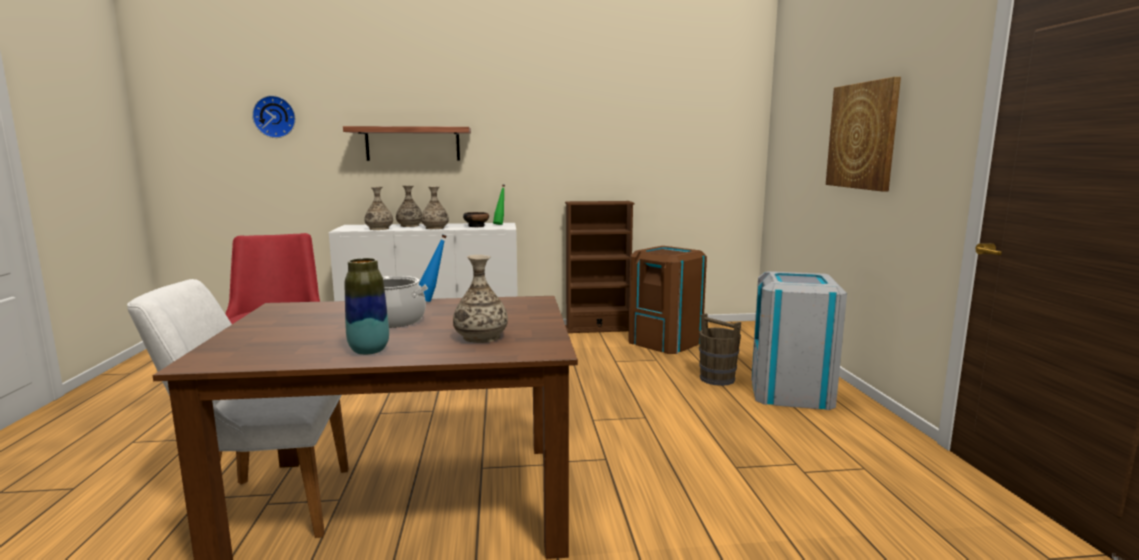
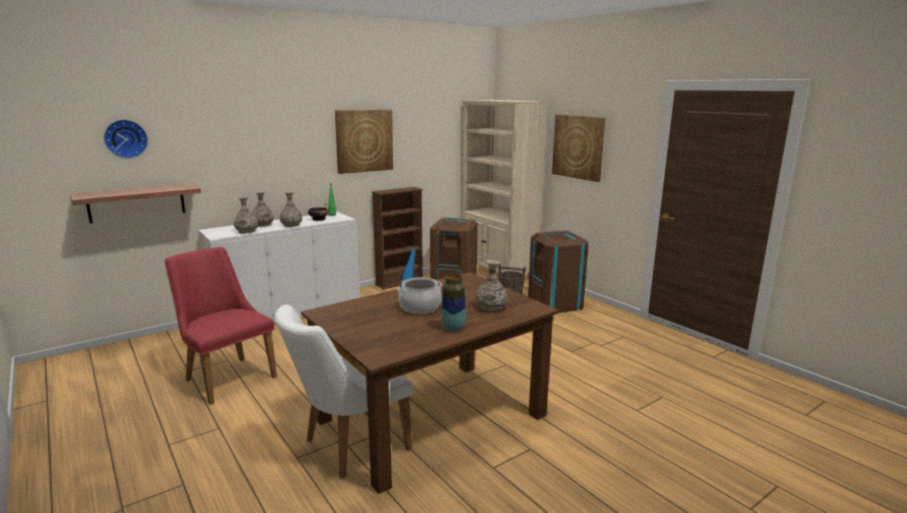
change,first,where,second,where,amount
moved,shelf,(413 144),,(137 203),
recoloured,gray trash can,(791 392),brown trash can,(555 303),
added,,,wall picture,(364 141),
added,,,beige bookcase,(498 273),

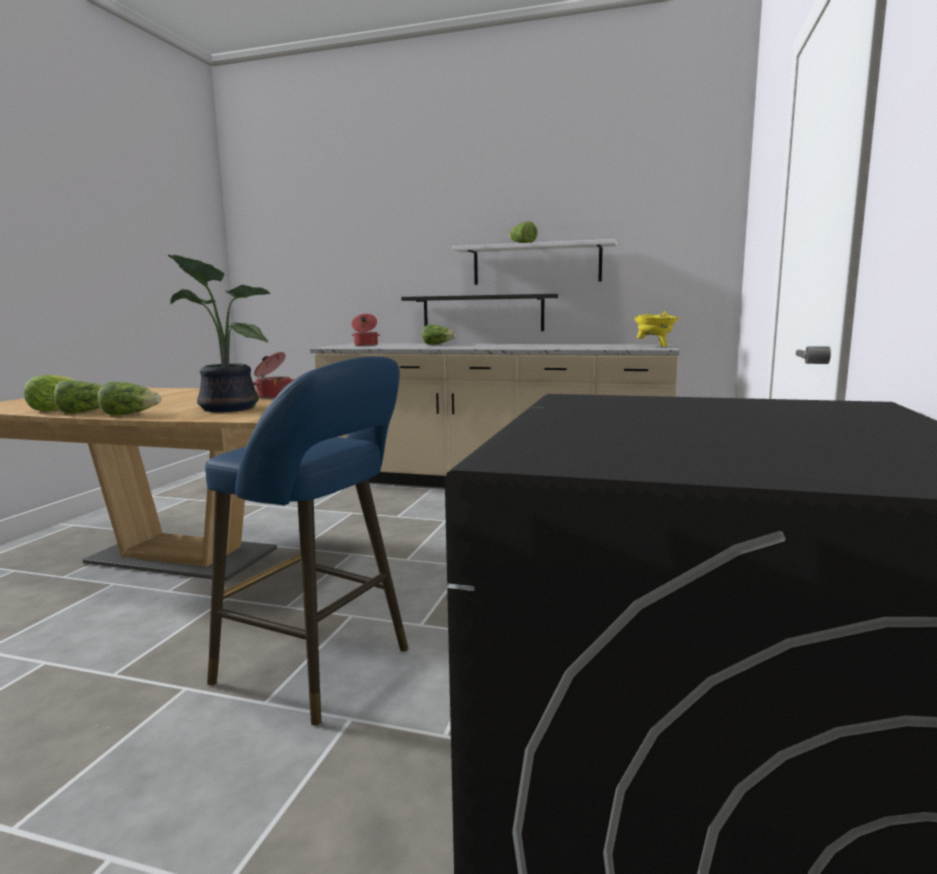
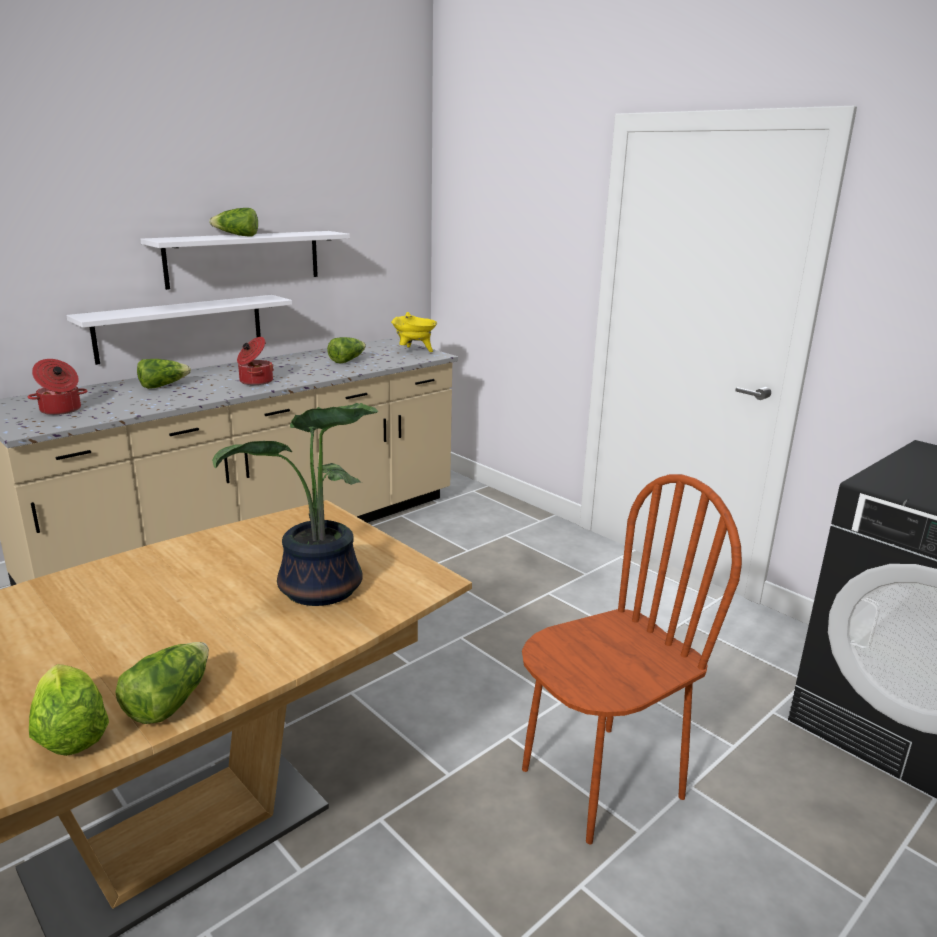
change,first,where,second,where,amount
moved,lettuce,(131 415),,(347 360),
replaced,blue-coloured sitting stool,(321 668),brown chair,(601 782),
moved,stockpot,(274 396),,(255 381),
recoloured,black-coloured shelf,(482 313),white-coloured shelf,(180 328),

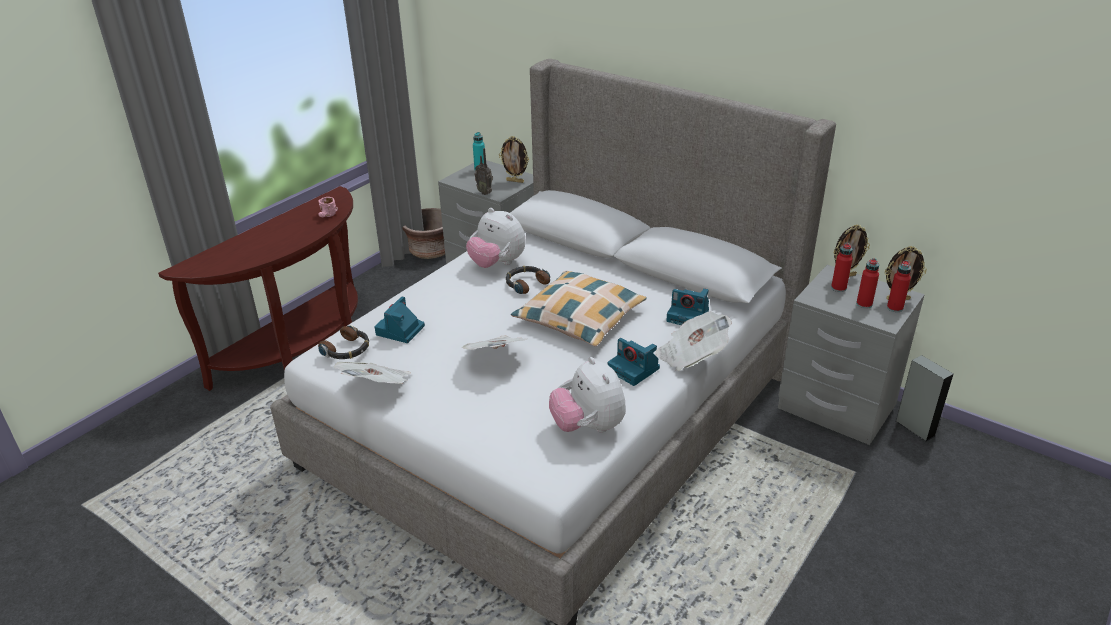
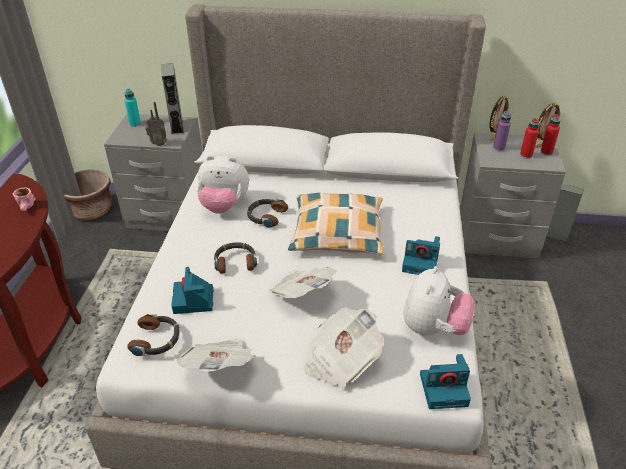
change,first,where,second,where,amount
replaced,picture frame,(515 181),gray speaker,(177 126),
turned,cuddly toy,(588 427),,(433 328),105 degrees counterclockwise
moved,newspaper,(691 356),,(341 360),
moved,photo camera,(689 316),,(444 389),
recoloured,red-coloured beverage bottle,(838 288),purple beverage bottle,(499 148),
added,,,headphones,(235 262),

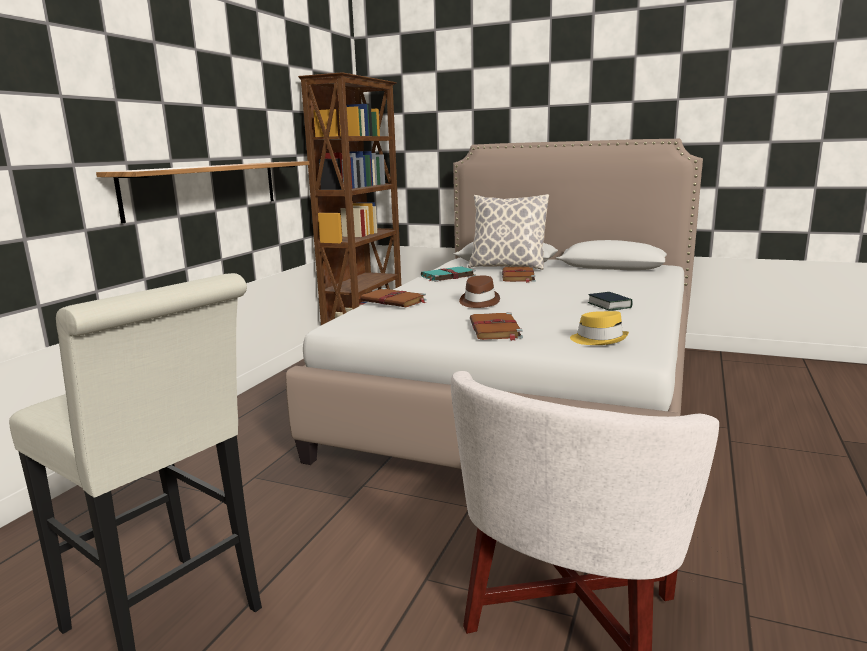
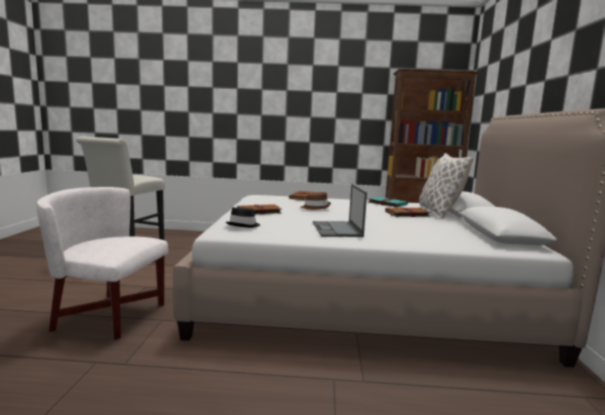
change,first,where,second,where,amount
removed,shelf,(205 188),,,
recoloured,yellow-coloured hat,(599 340),black-coloured hat,(244 225),
replaced,volume,(609 305),notebook computer,(337 229),

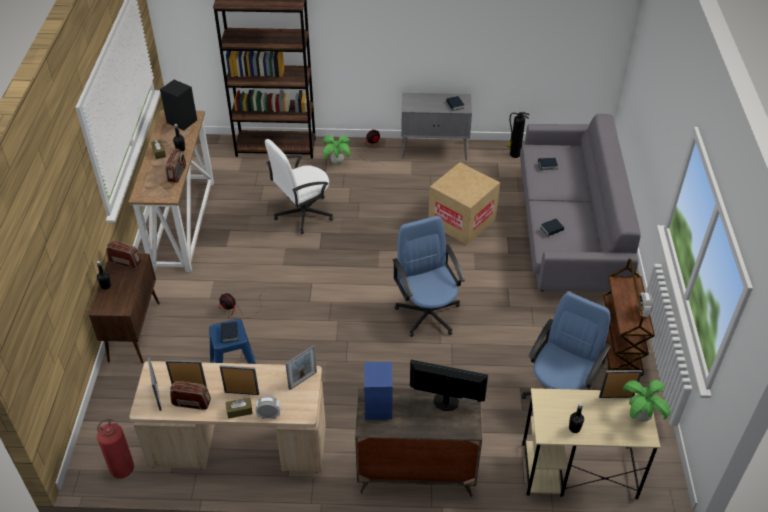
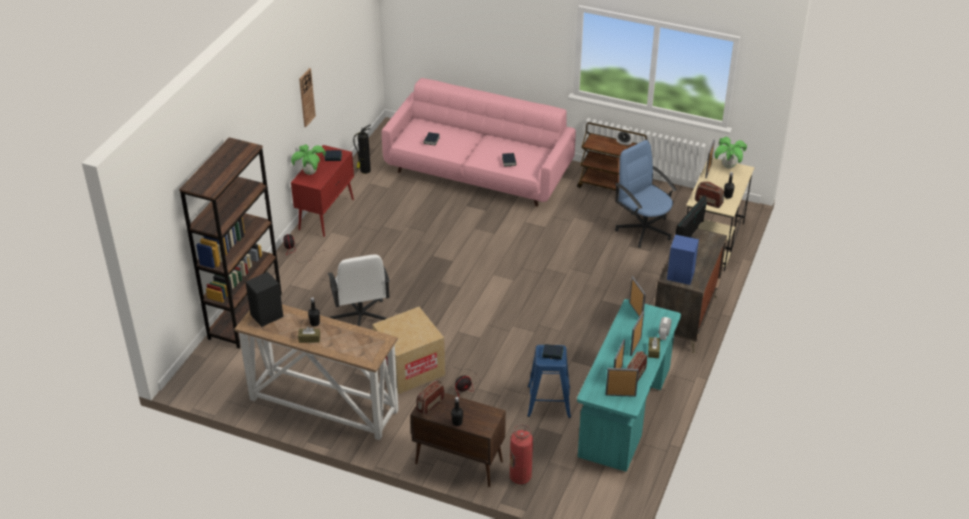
change,first,where,second,where,amount
moved,fire-fighting cylinder,(122 469),,(520 477),
recoloured,beige desk unit,(238 447),turquoise-coloured desk unit,(625 413),
moved,radio receiver,(177 174),,(708 202),
moved,plant in a pot,(337 162),,(310 173),
removed,blue-coloured desk chair,(428 313),,,
recoloured,gray storage cabinet,(435 150),red-coloured storage cabinet,(326 214),
moved,carton,(462 221),,(410 368),
recoloured,gray settee,(568 230),pink settee,(478 172),
added,,,clock on the wall,(306 97),

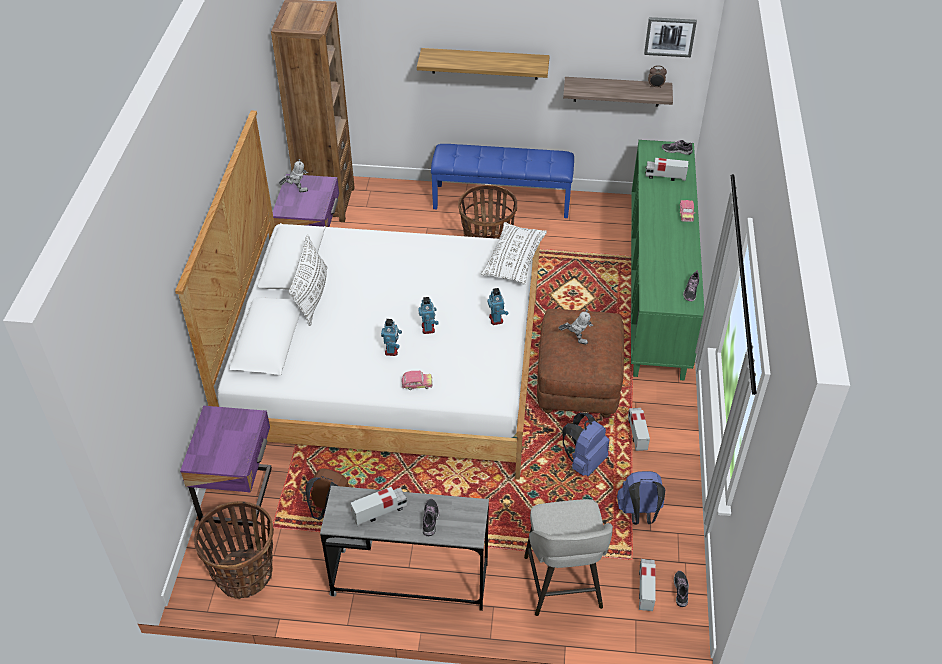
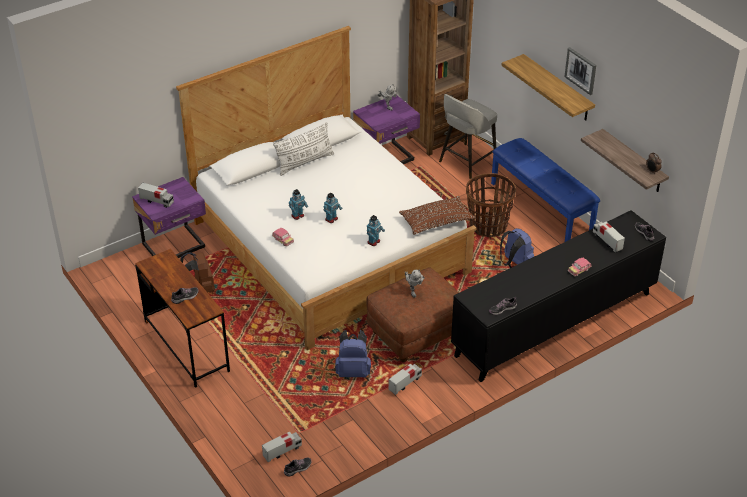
change,first,where,second,where,amount
removed,household basket,(244 574),,,
recoloured,gray desk unit,(410 580),brown desk unit,(186 346),
moved,model truck,(380 512),,(157 201),
recoloured,white-coloured throw pillow,(514 260),brown throw pillow,(436 221),
moved,gray sitting stool,(563 584),,(466 162),
moved,blue-coloured knapsack,(639 513),,(515 264),
recoloured,greenish storage cabinet,(657 287),black-coloured storage cabinet,(555 324),
moved,wall picture,(670 36),,(581 70),

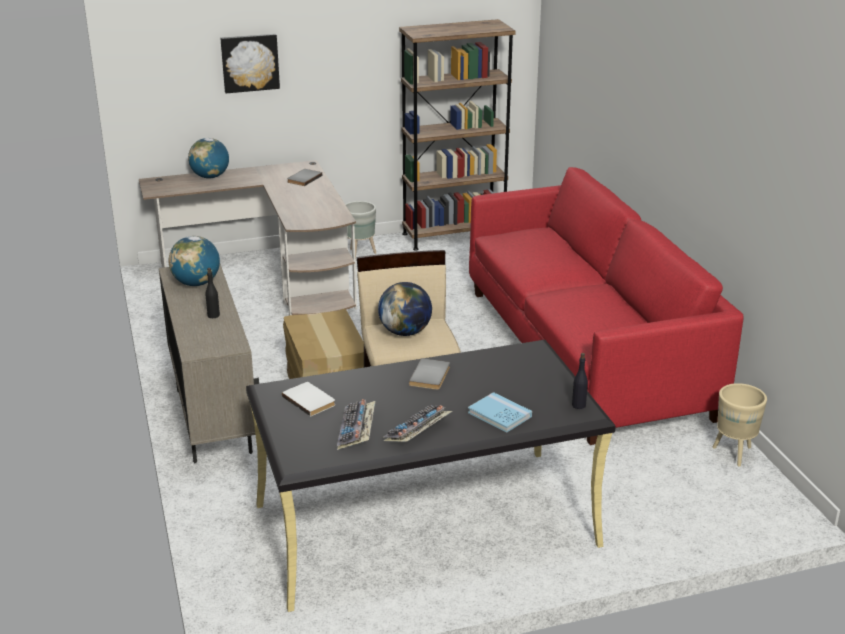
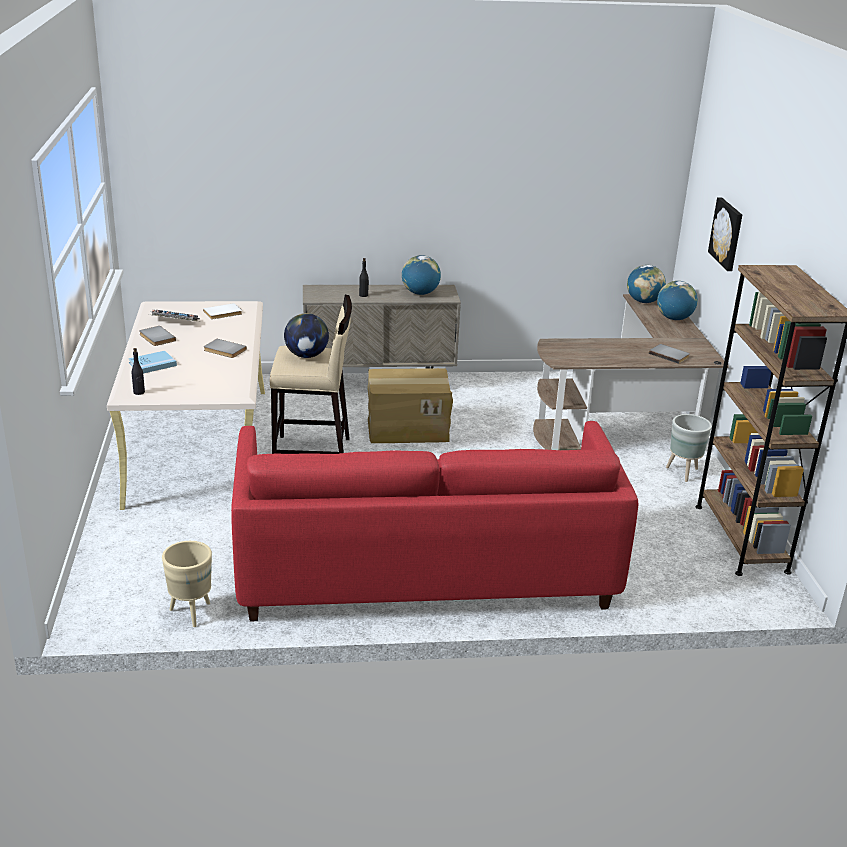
change,first,where,second,where,amount
recoloured,black-coloured desk unit,(424 526),beige desk unit,(199 444),
replaced,keyboard,(417 432),gray volume,(156 338),
added,,,globe,(643 301),

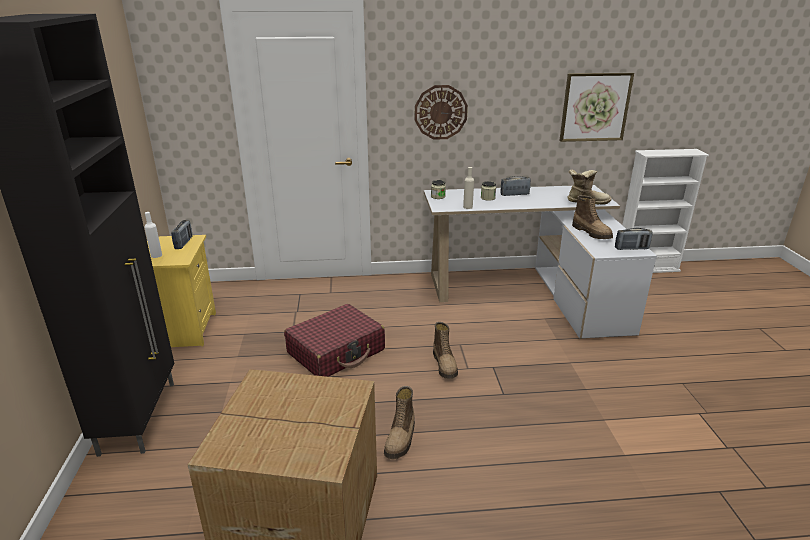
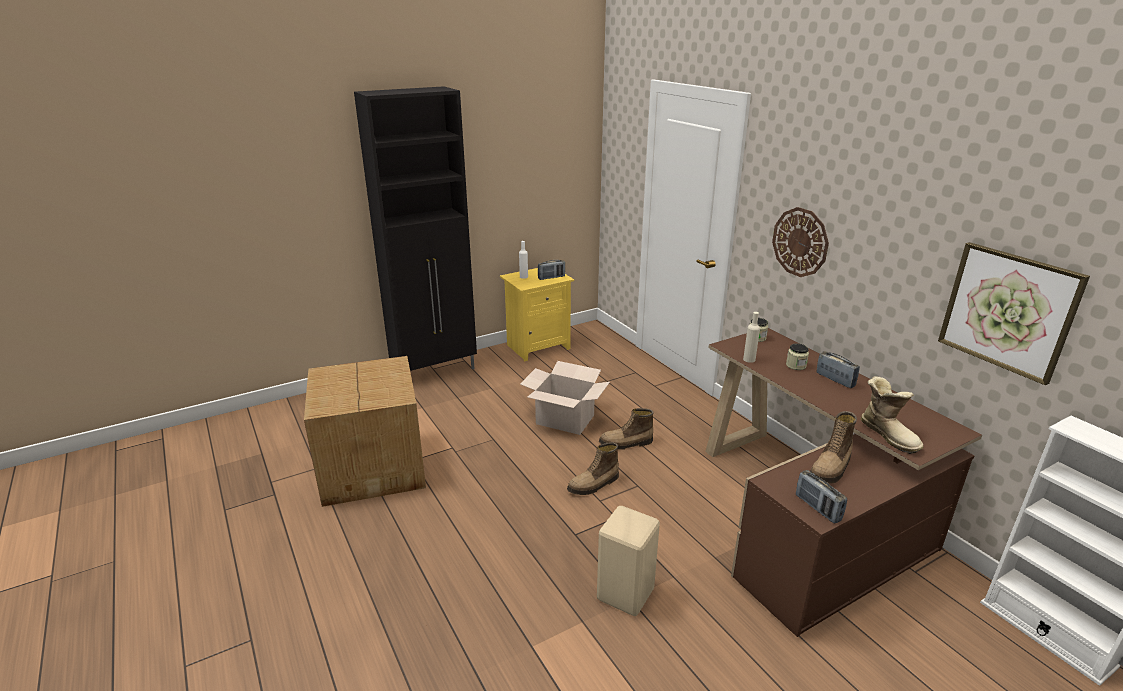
change,first,where,second,where,amount
replaced,red-coloured piece of luggage,(336 351),carton,(565 419),
moved,high-top boot,(401 439),,(626 443),
recoloured,white-coloured desk unit,(532 292),brown desk unit,(806 516),
added,,,beige sitting stool,(623 594),

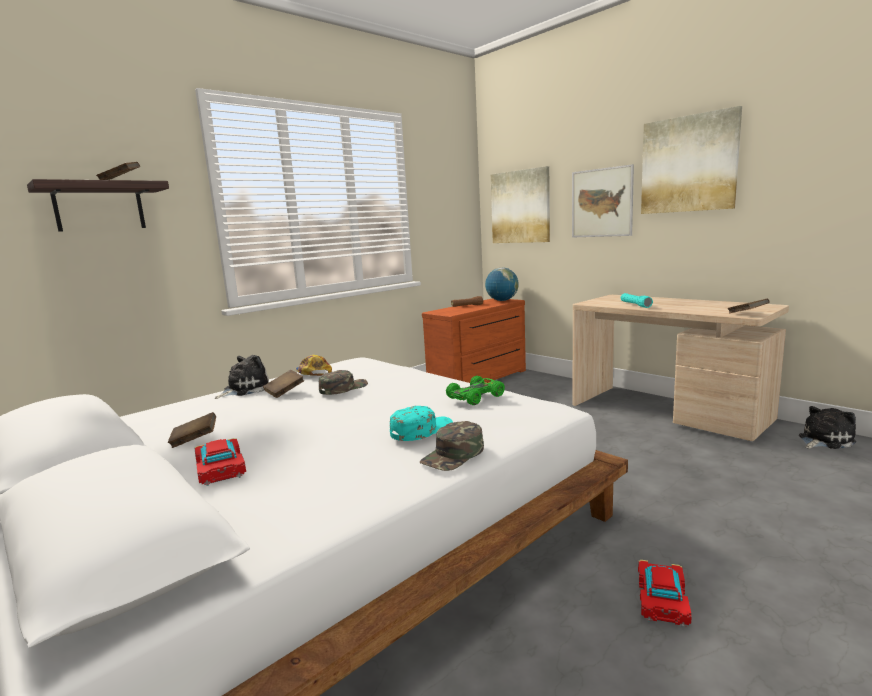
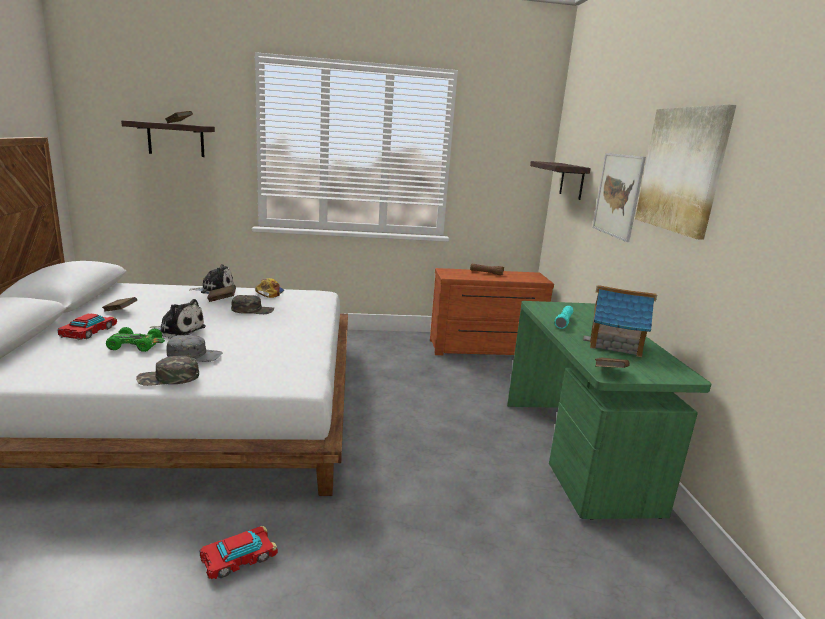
change,first,where,second,where,amount
recoloured,turquoise-coloured baseball cap,(421 430),gray baseball cap,(195 355),
moved,greenish toy car,(476 396),,(136 345),
removed,globe,(502 301),,,
replaced,wall picture,(520 207),shelf,(572 181),
recoloured,beige desk unit,(667 412),greenish desk unit,(578 453),
moved,cuddly toy,(823 440),,(178 330),
added,,,model house,(615 344),

